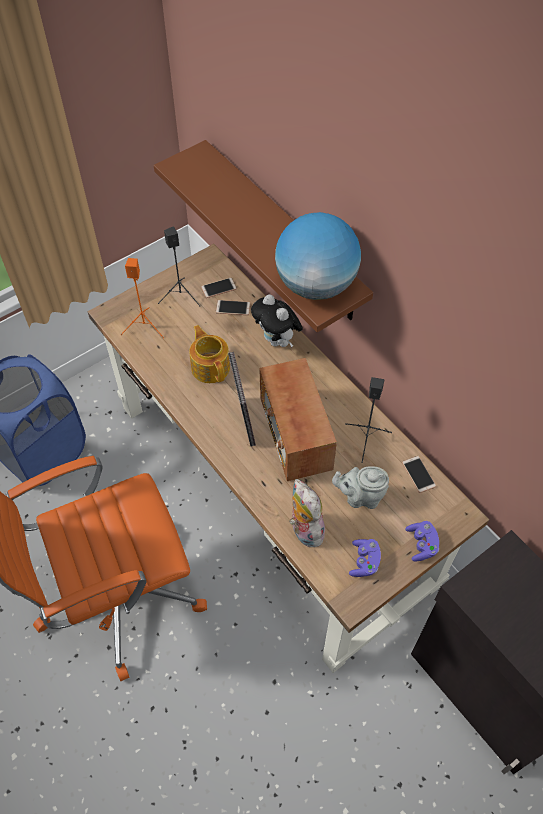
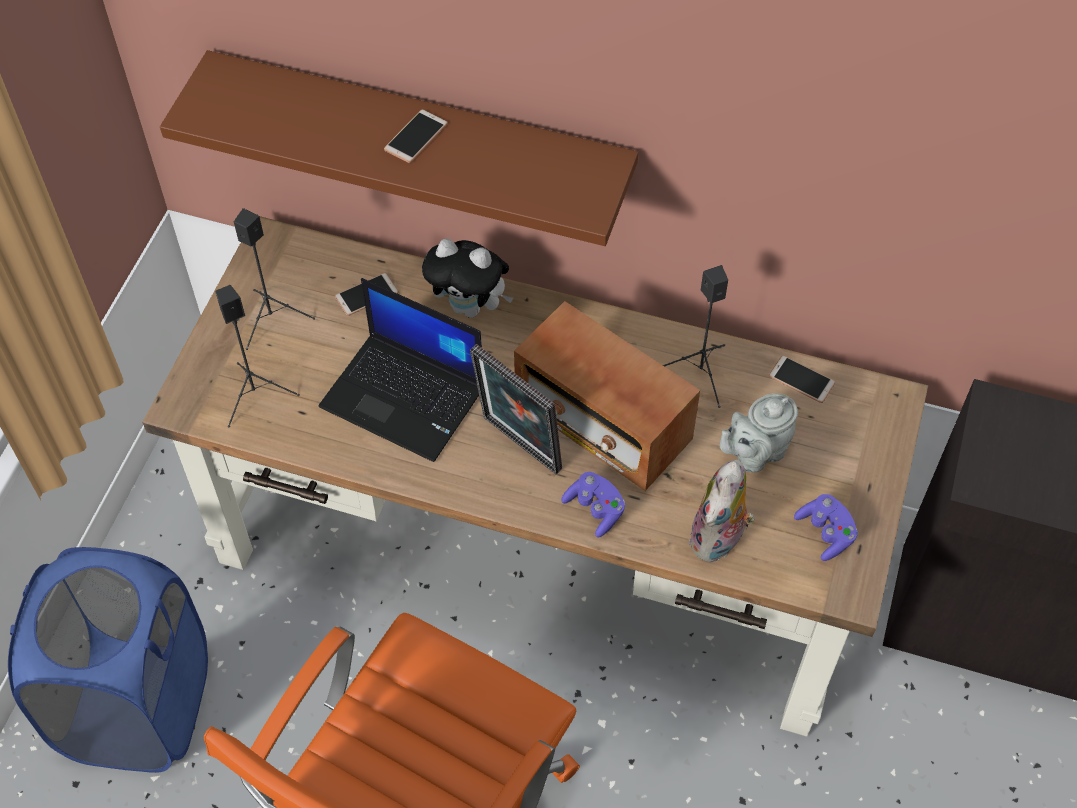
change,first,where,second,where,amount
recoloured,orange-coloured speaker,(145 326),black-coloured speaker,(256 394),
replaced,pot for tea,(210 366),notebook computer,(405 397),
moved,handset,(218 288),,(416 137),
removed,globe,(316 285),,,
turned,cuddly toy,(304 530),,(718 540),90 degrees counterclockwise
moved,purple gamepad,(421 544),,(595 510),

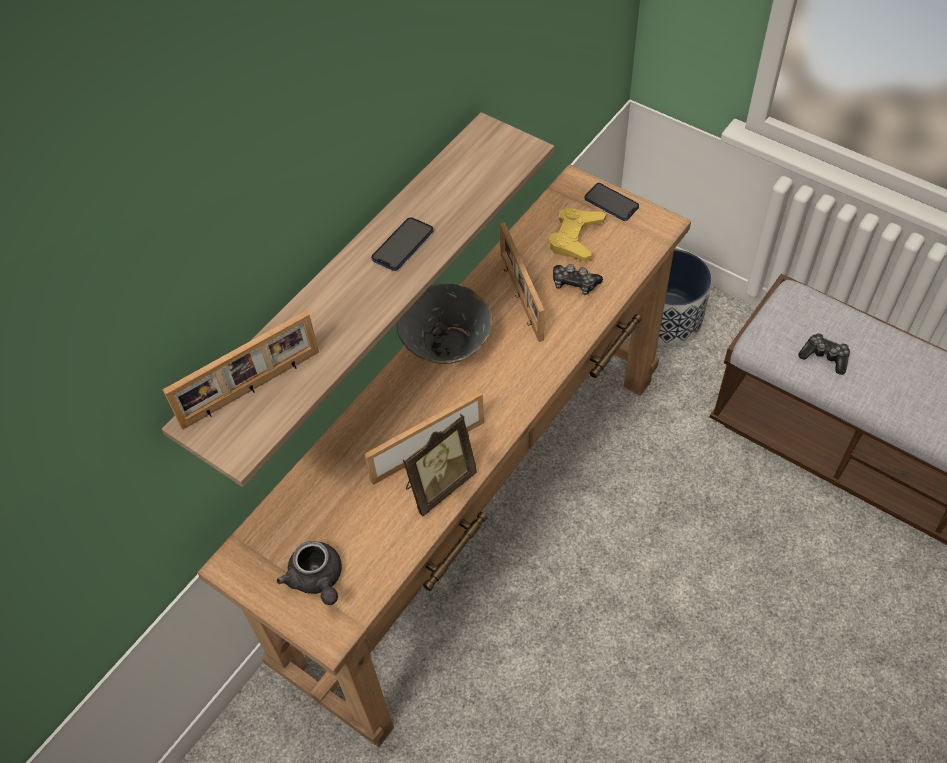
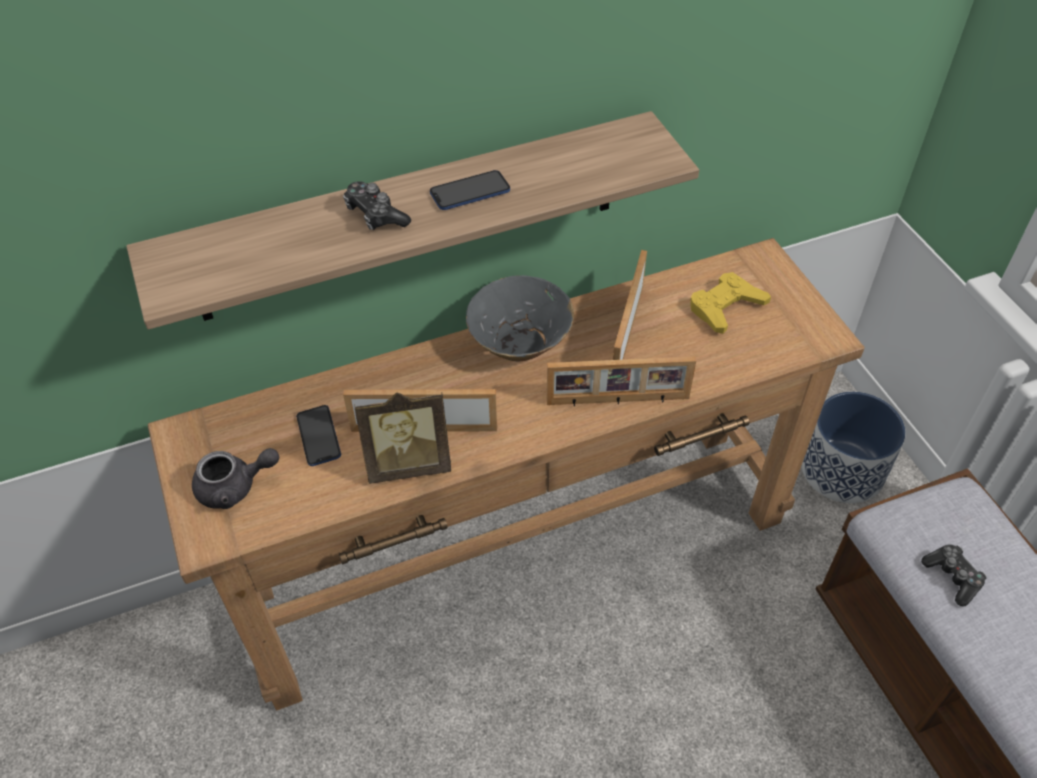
change,first,where,second,where,amount
moved,picture frame,(252 389),,(618 401),
turned,gray pot for tea,(317 580),,(235 487),105 degrees counterclockwise
moved,gamepad,(574 284),,(375 215),
moved,handset,(611 203),,(318 436),

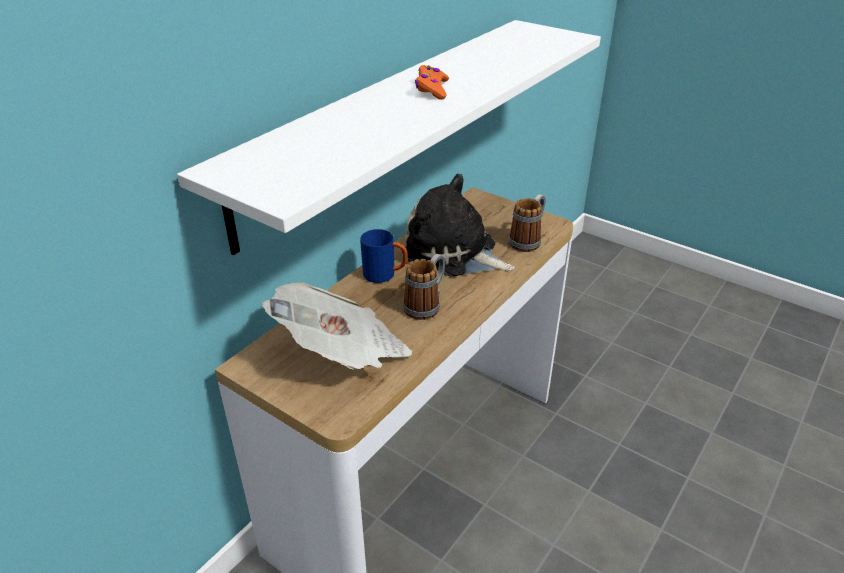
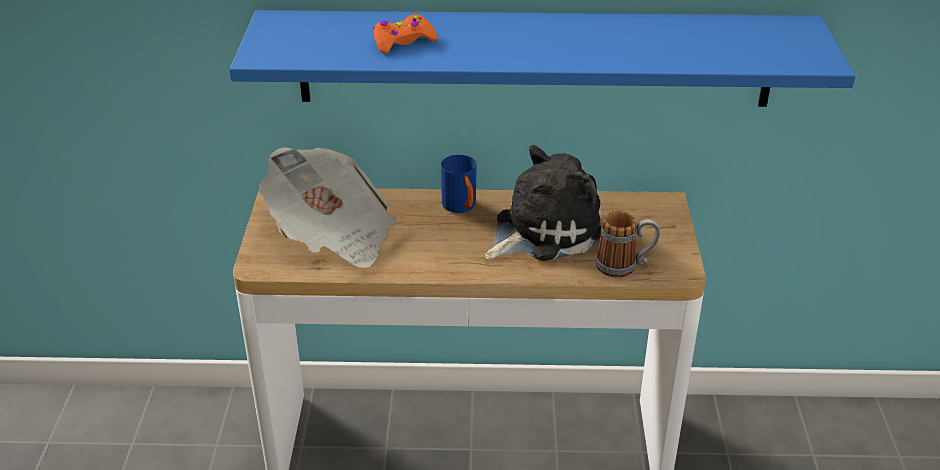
change,first,where,second,where,amount
recoloured,white-coloured shelf,(387 121),blue-coloured shelf,(535 58),
turned,cuddly toy,(454 253),,(543 230),60 degrees clockwise
removed,mug,(426 305),,,
moved,orange-coloured gamepad,(432 89),,(403 42),

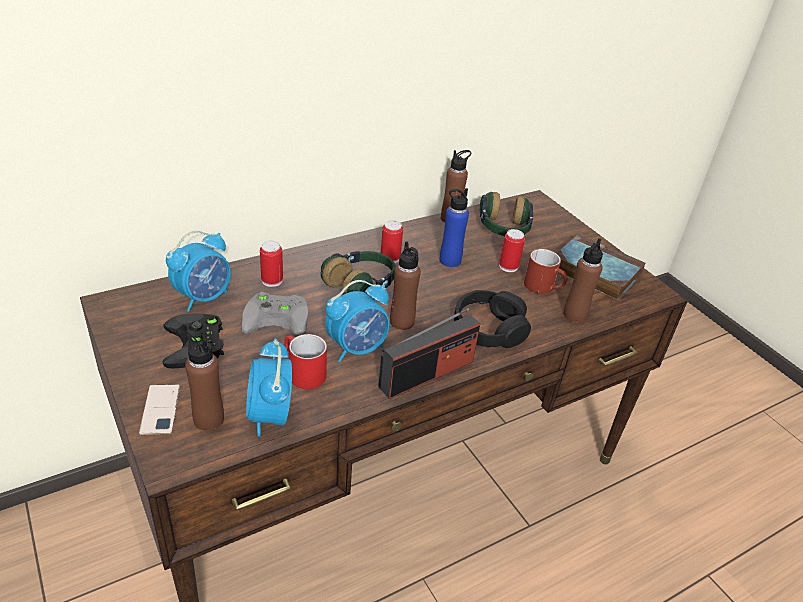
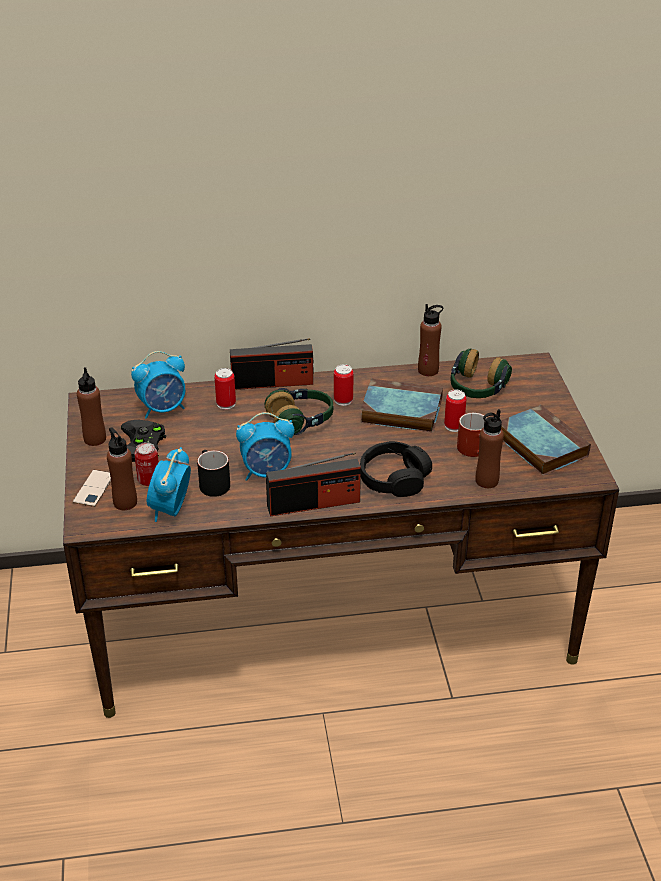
change,first,where,second,where,amount
removed,gray gamepad,(279 318),,,
recoloured,red-coloured mug,(301 373),black-coloured mug,(211 483),
moved,brown beverage bottle,(402 322),,(95 439),
replaced,blue-coloured beverage bottle,(450 260),volume,(399 411),
added,,,can,(149 480),
added,,,radio receiver,(272 383),

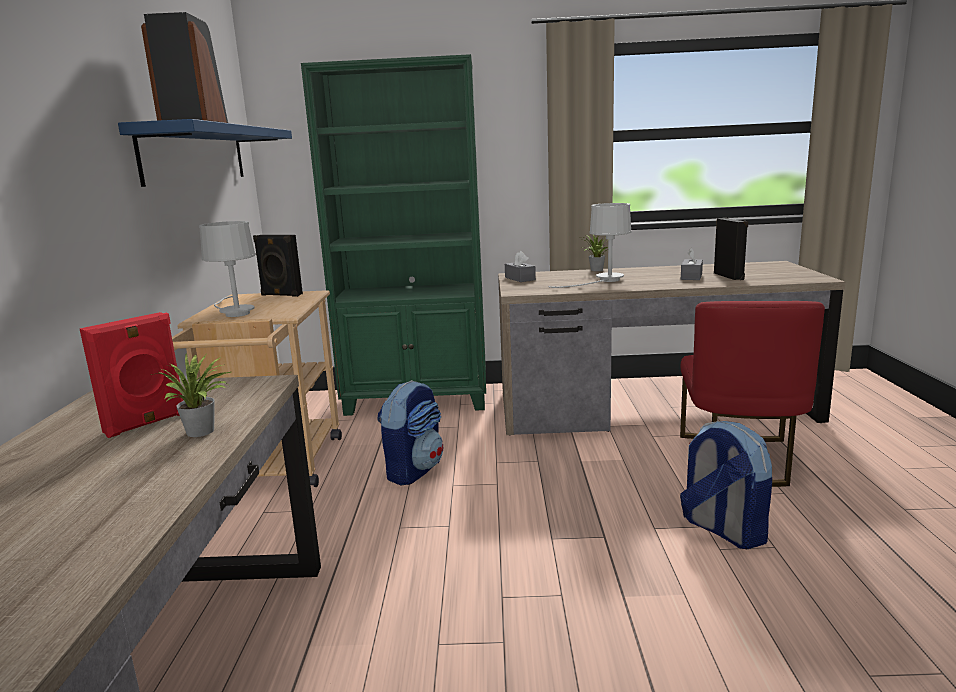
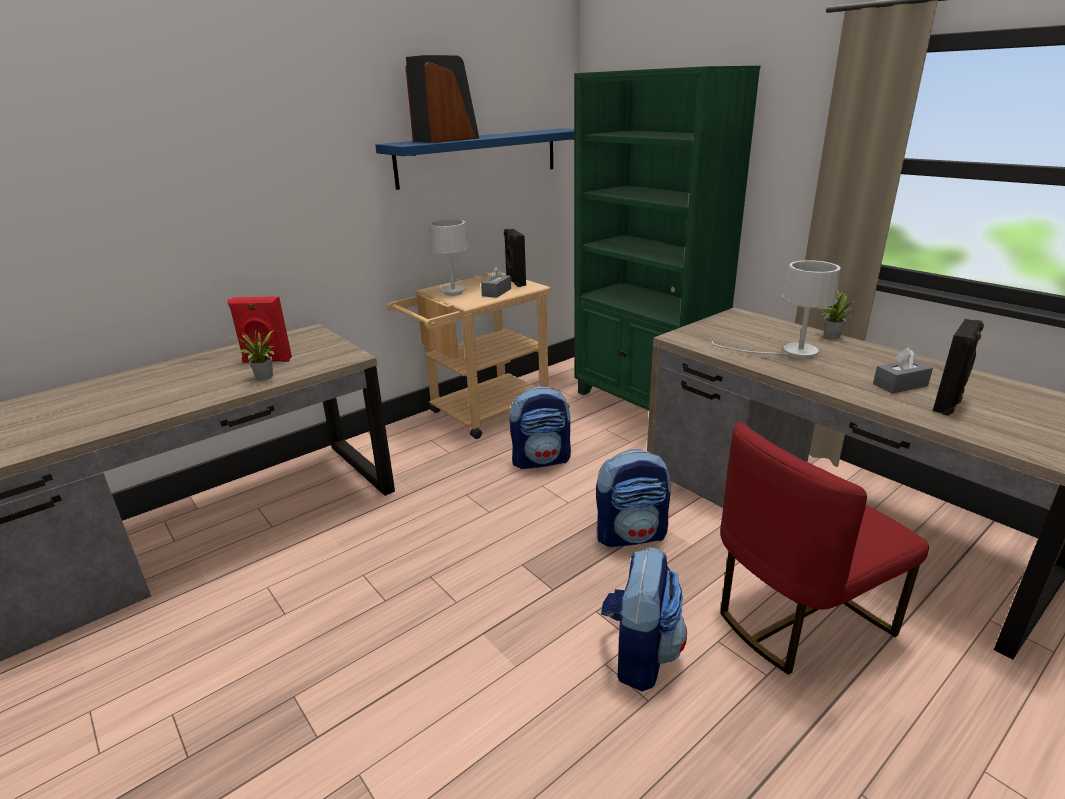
change,first,where,second,where,amount
moved,gray box of tissues,(520 278),,(496 292),
added,,,knapsack,(631 535),

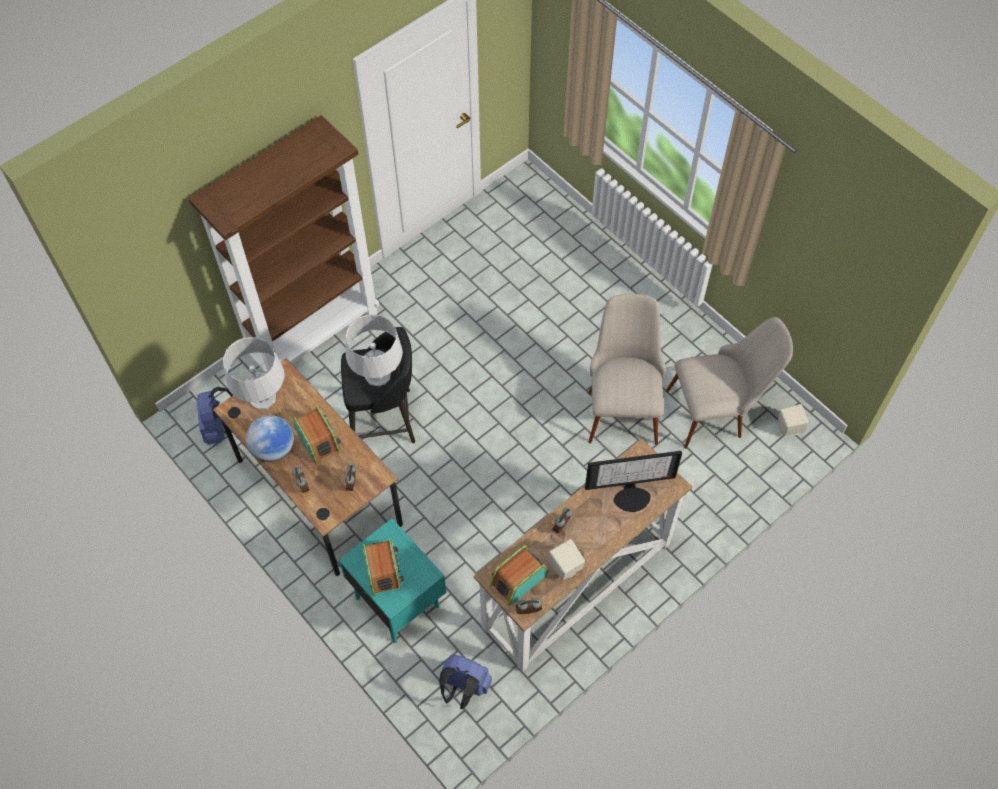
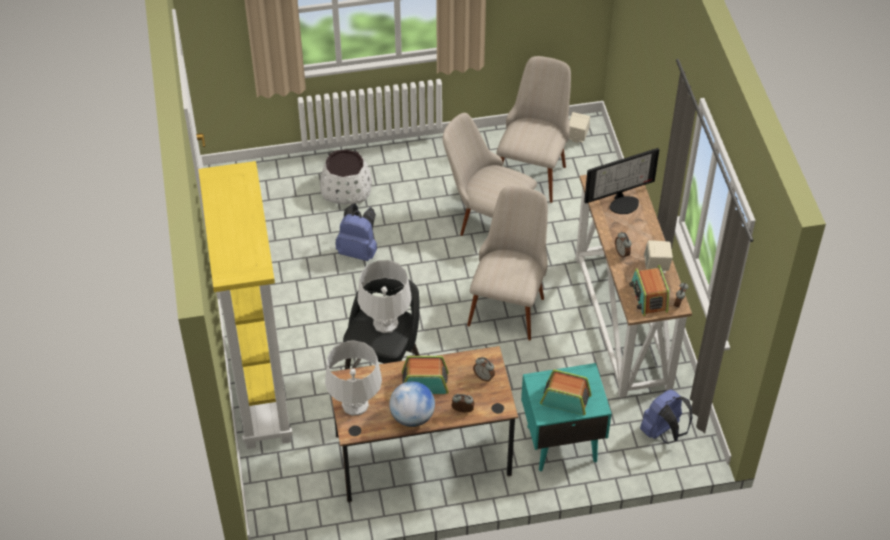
change,first,where,second,where,amount
recoloured,brown bookcase,(314 333),yellow-coloured bookcase,(260 390),
moved,blue-coloured knapsack,(220 428),,(359 250),
turned,computer screen,(632 495),,(623 202),45 degrees clockwise
added,,,white-coloured flower pot,(346 188),
added,,,beige chair,(509 301),

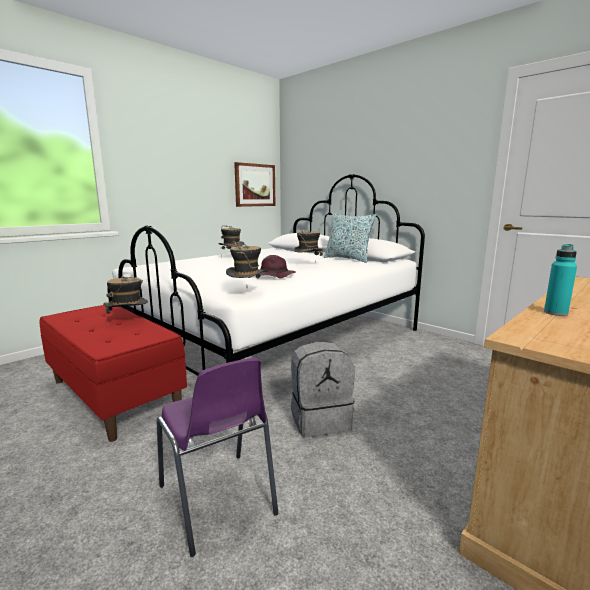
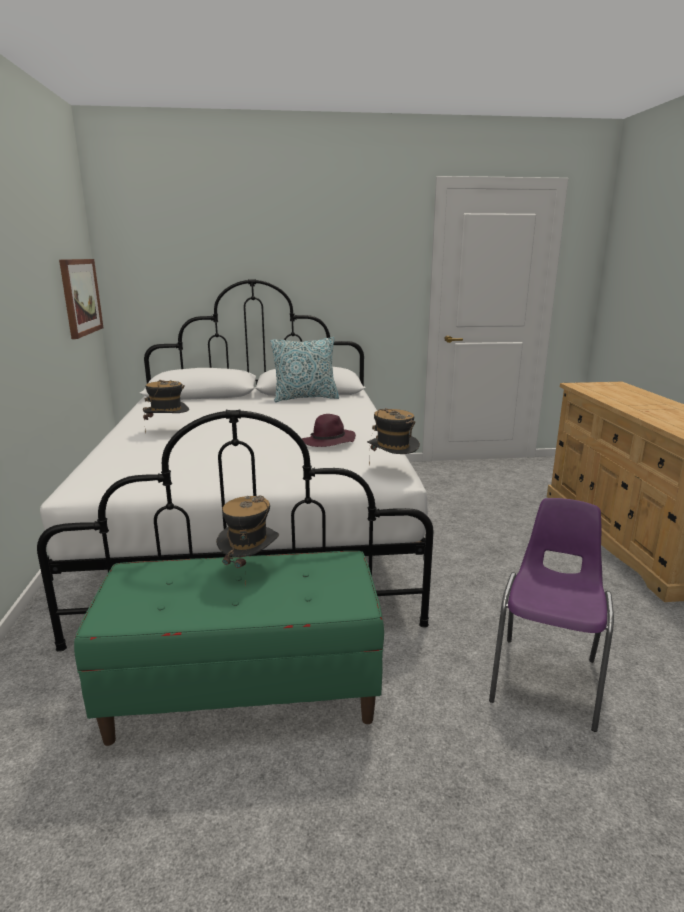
change,first,where,second,where,amount
recoloured,red-coloured bench,(115 395),greenish bench,(244 691),
turned,purple chair,(218 502),,(546 679),75 degrees counterclockwise
removed,gray knapsack,(320 420),,,
removed,hat,(308 265),,,
removed,turquoise-coloured beverage bottle,(555 313),,,

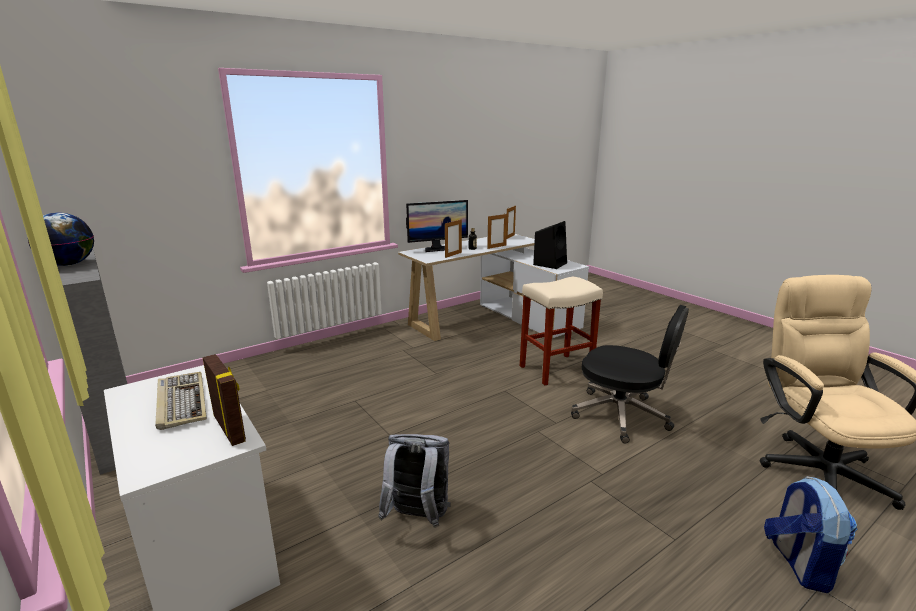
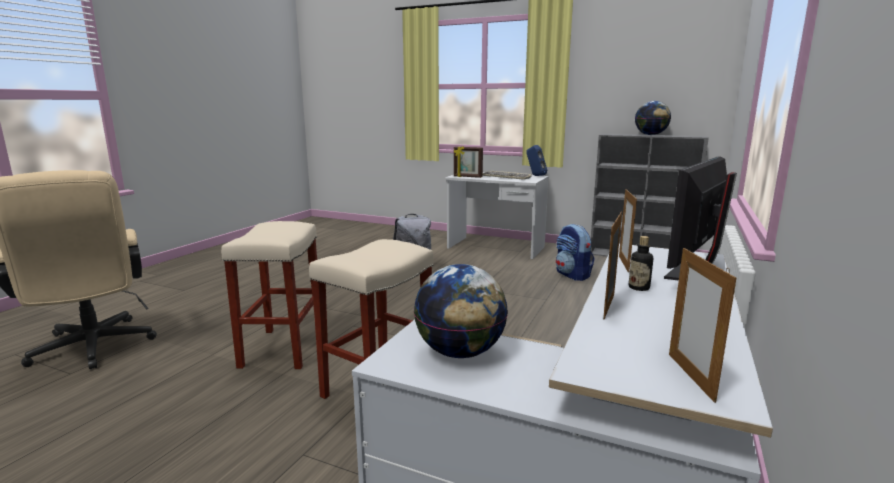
change,first,where,second,where,amount
replaced,black-coloured speaker,(550 263),globe,(460 352),
replaced,black-coloured desk chair,(622 415),beige sitting stool,(282 348),
moved,knapsack,(799 563),,(572 275),
added,,,blue-coloured speaker,(535 175),

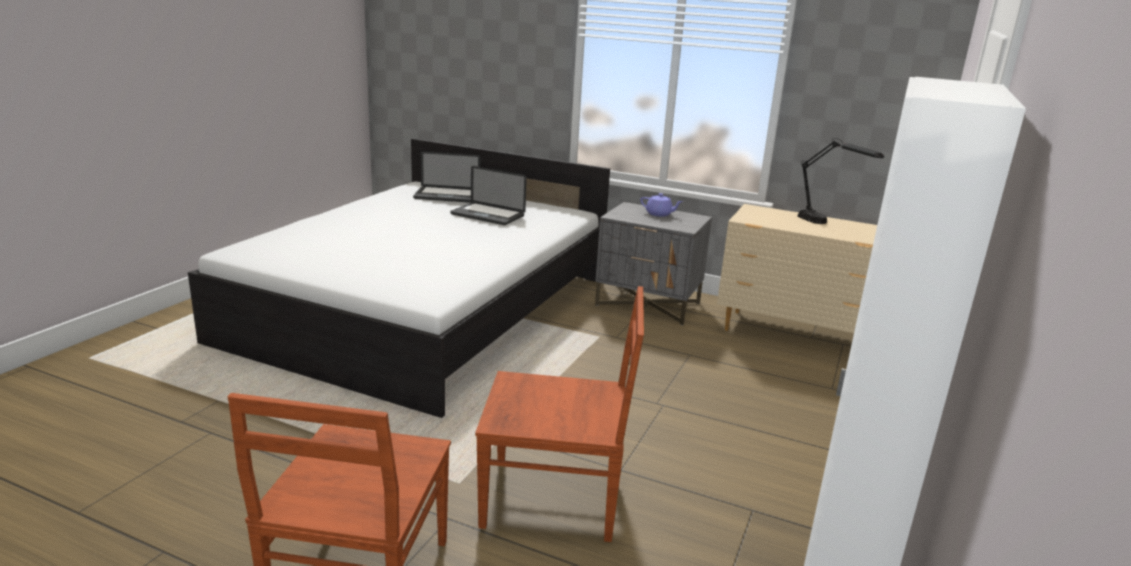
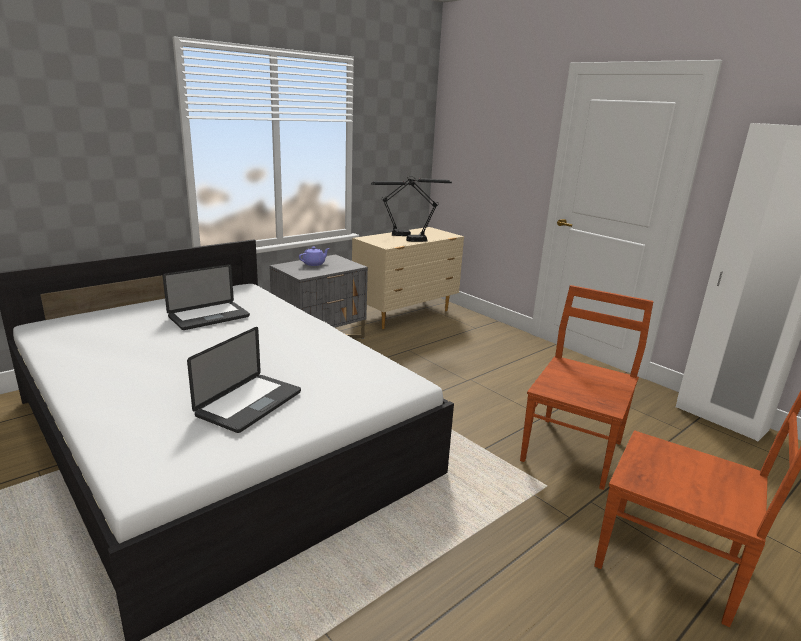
change,first,where,second,where,amount
moved,notebook computer,(447 196),,(249 404),
added,,,black-coloured lamp for a table,(403 240),

